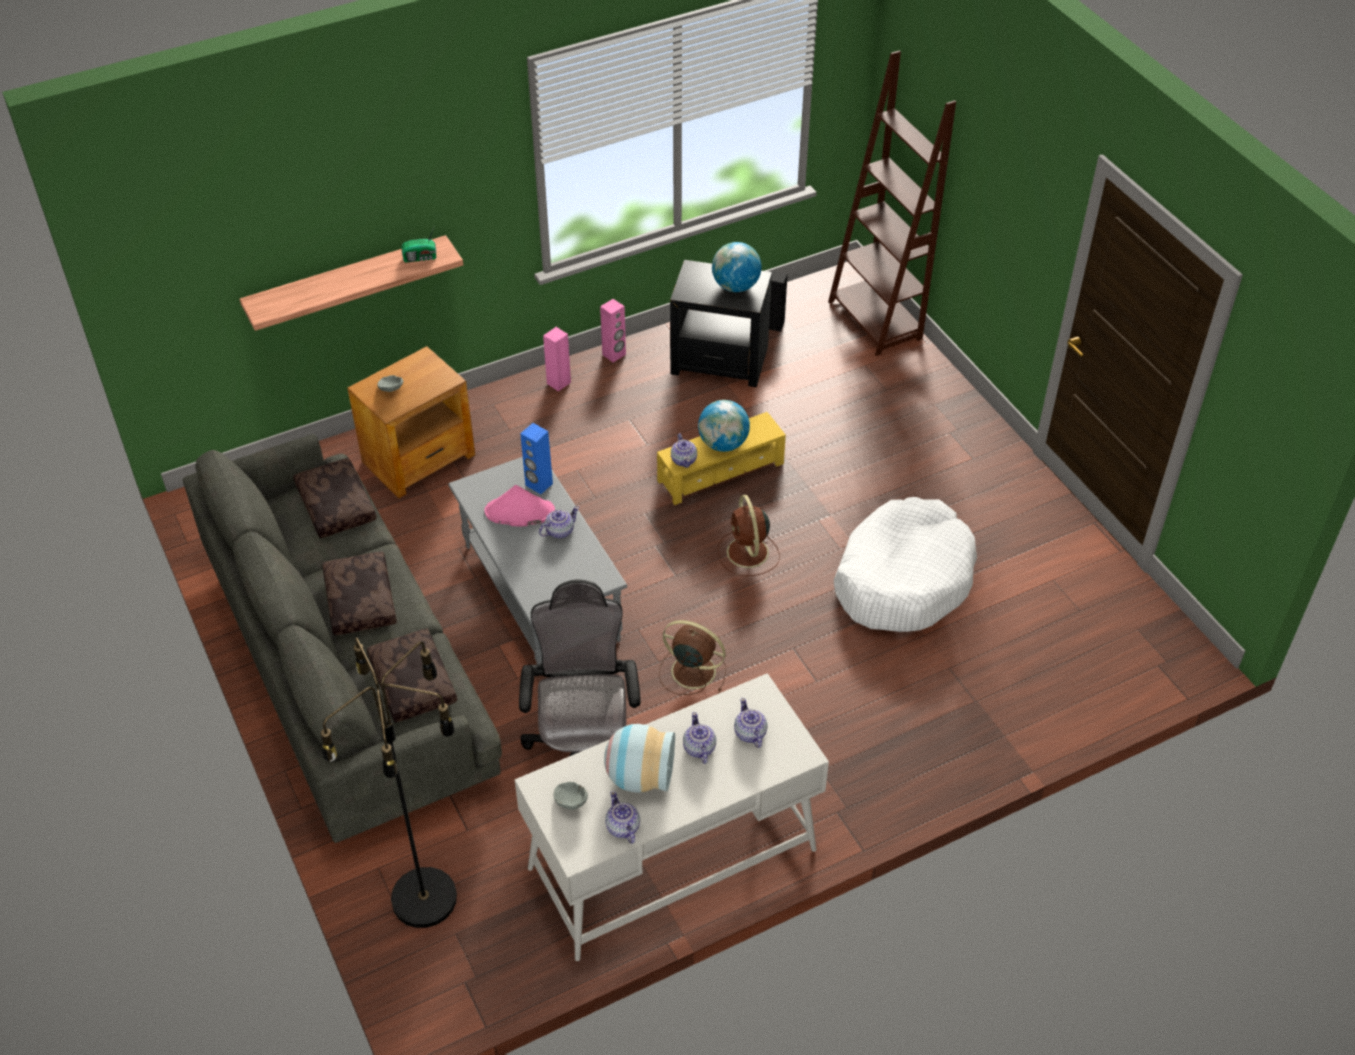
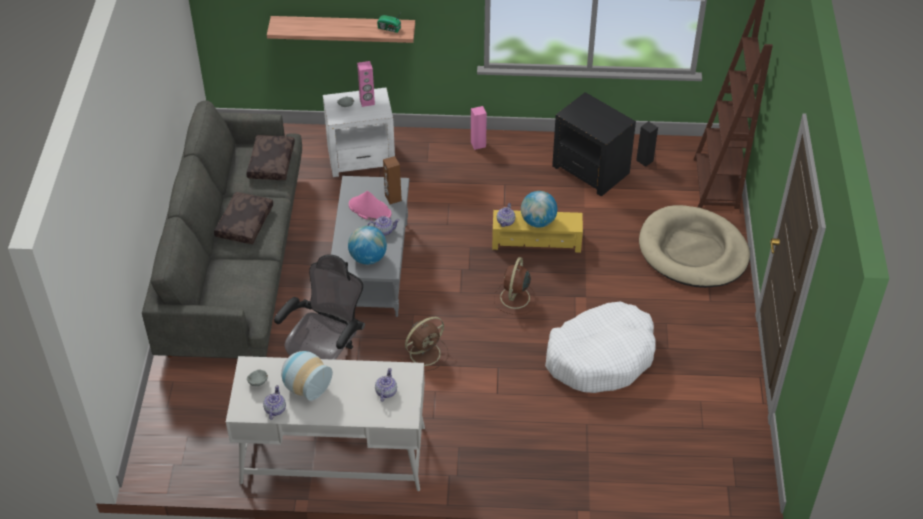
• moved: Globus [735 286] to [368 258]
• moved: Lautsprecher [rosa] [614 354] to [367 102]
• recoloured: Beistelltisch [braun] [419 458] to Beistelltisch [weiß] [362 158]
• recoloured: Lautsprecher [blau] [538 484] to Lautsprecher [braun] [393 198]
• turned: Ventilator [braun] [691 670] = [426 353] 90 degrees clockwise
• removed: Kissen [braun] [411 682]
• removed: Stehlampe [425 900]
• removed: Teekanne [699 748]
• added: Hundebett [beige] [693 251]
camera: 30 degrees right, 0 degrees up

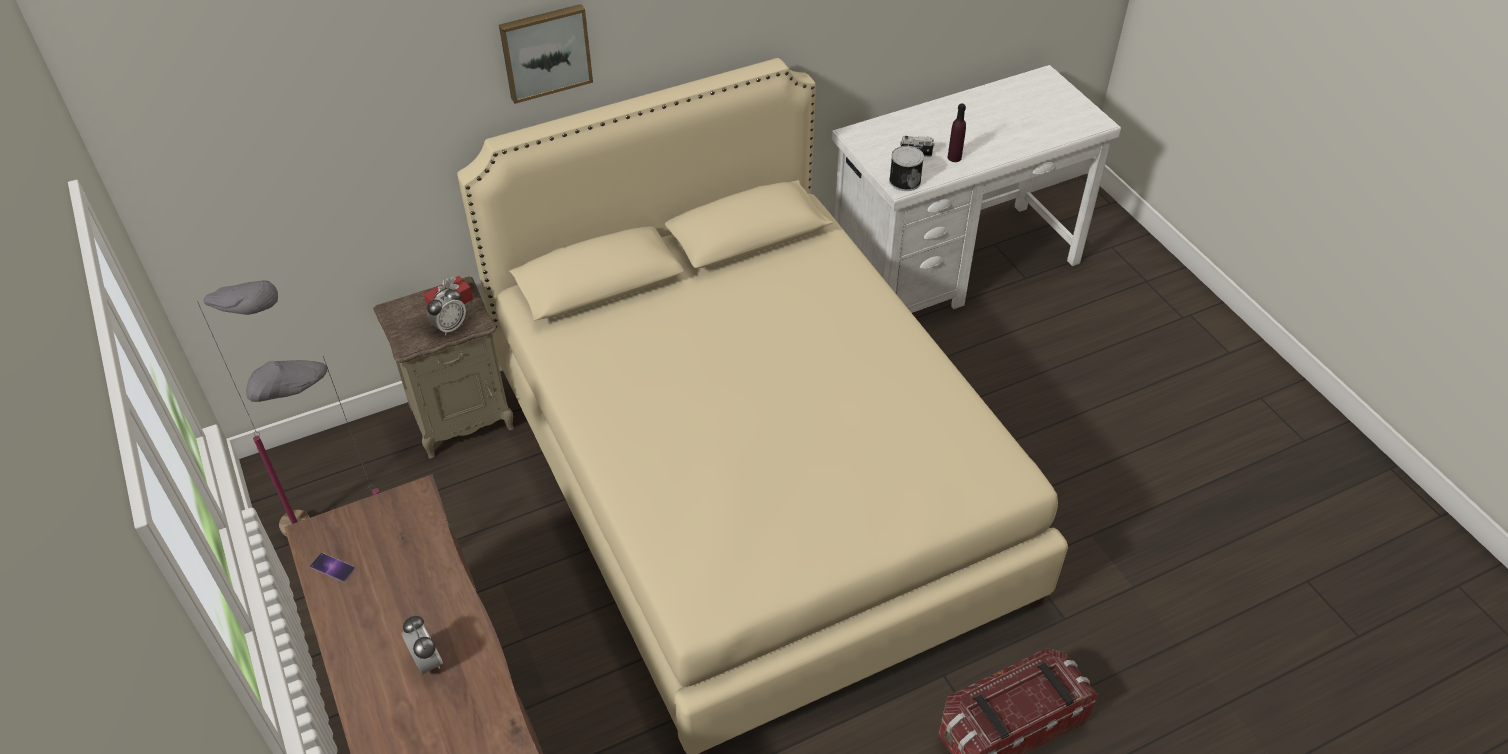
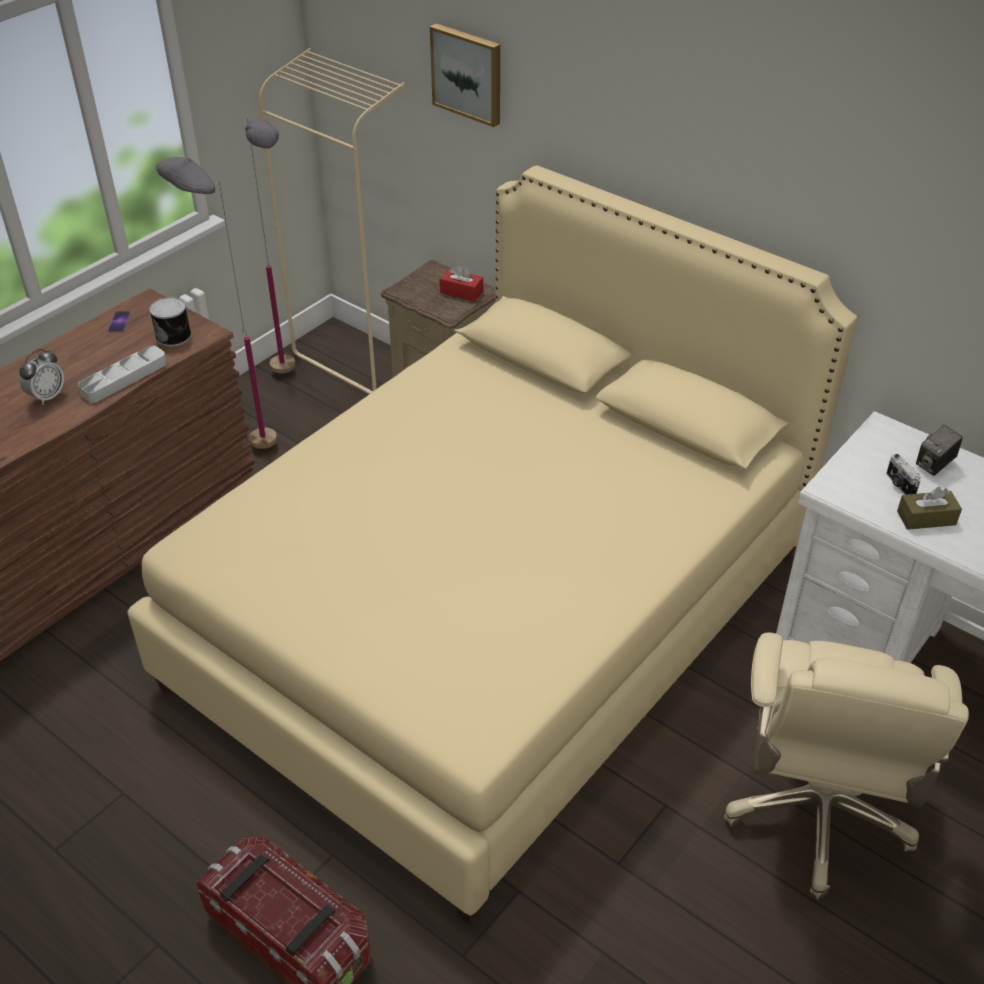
• moved: Bild [545 51] to [468 73]
• replaced: Flasche [lila] [954 157] to Taschentuchbox [braun] [926 518]
• moved: Dose [904 180] to [174 336]
• removed: Wecker [450 327]
• added: Kleiderständer [beige] [355 360]
• added: Tablett [grau] [124 378]
• added: Kamera [934 465]
• added: Bürostuhl [beige] [815 817]
camera: 65 degrees right, 5 degrees down

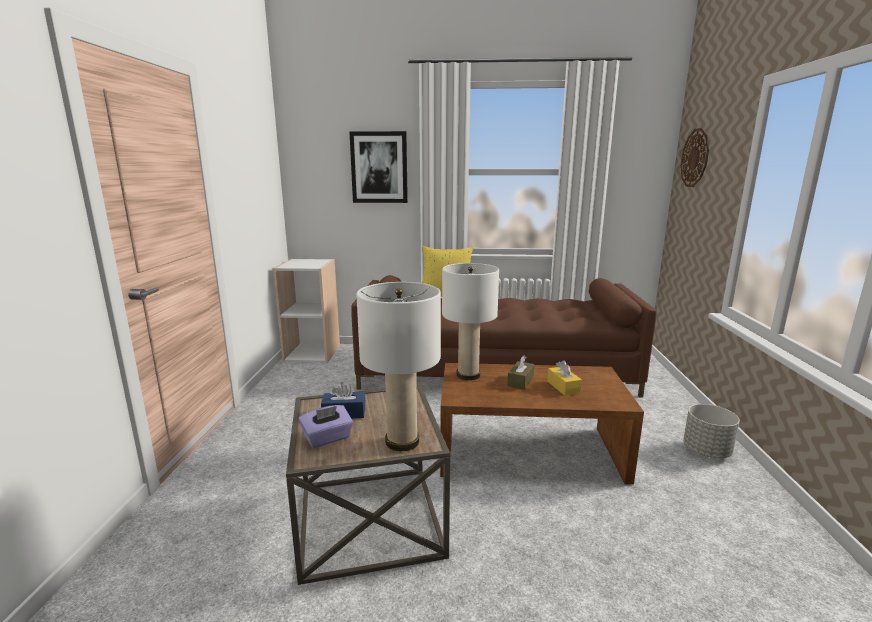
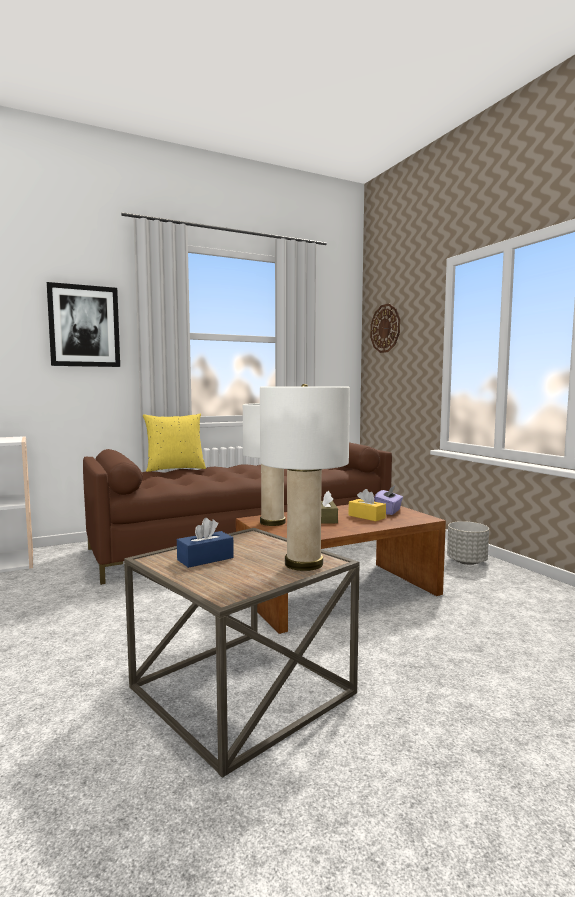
• moved: Taschentuchbox [lila] [327 438] to [388 511]
camera: 30 degrees left, 10 degrees down

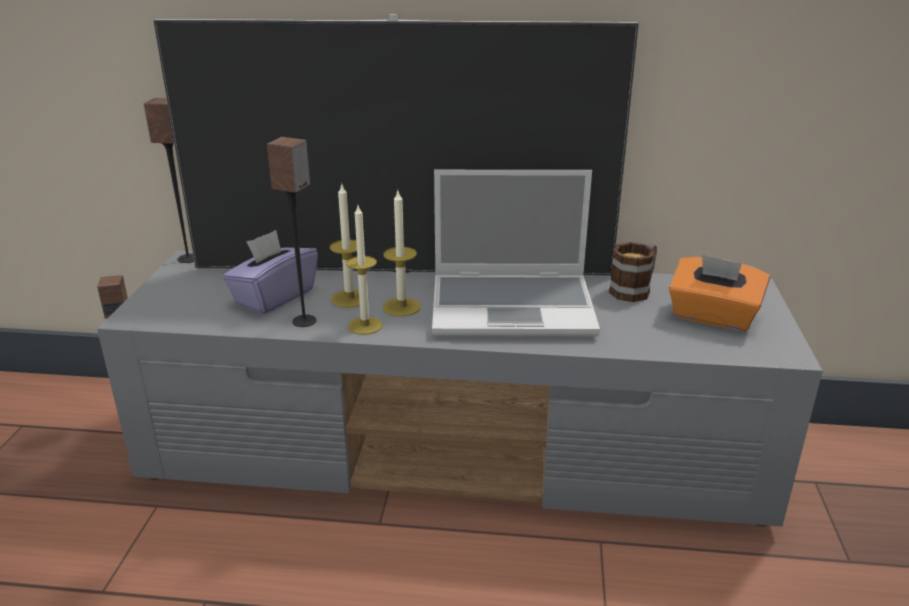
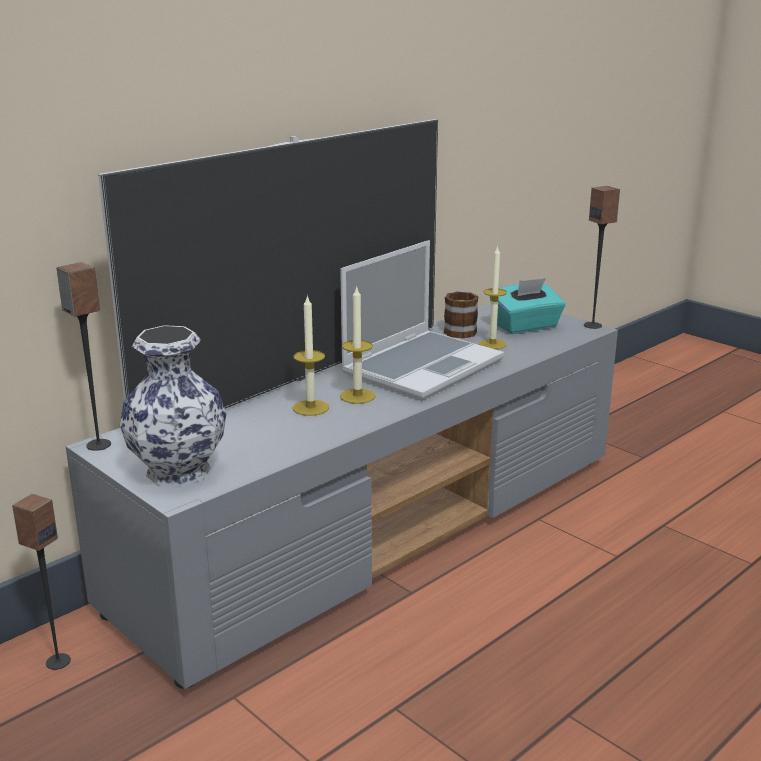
• moved: Lautsprecher [304 321] to [593 325]
• moved: Kerze [365 326] to [492 344]
• removed: Taschentuchbox [lila] [274 297]
• recoloured: Taschentuchbox [orange] [712 317] to Taschentuchbox [türkis] [526 327]
• added: Vase [179 472]
camera: 50 degrees left, 5 degrees down

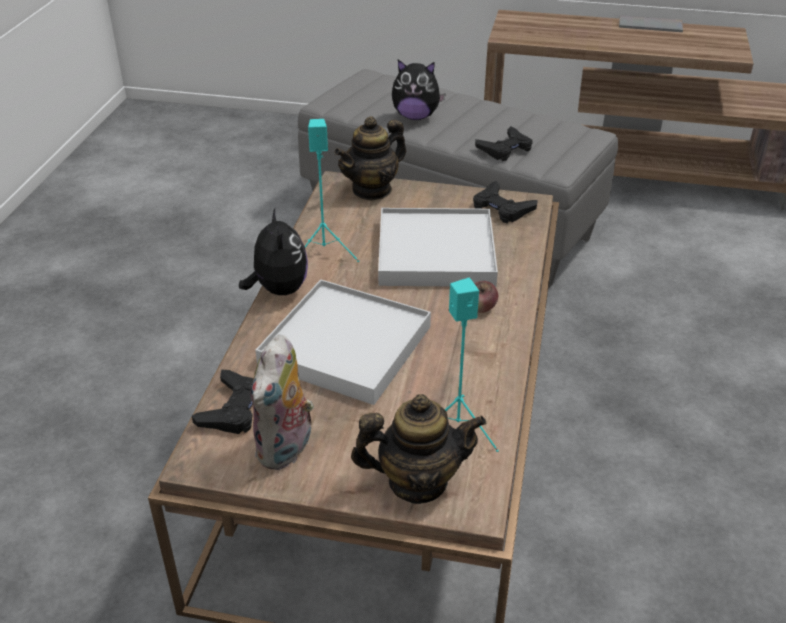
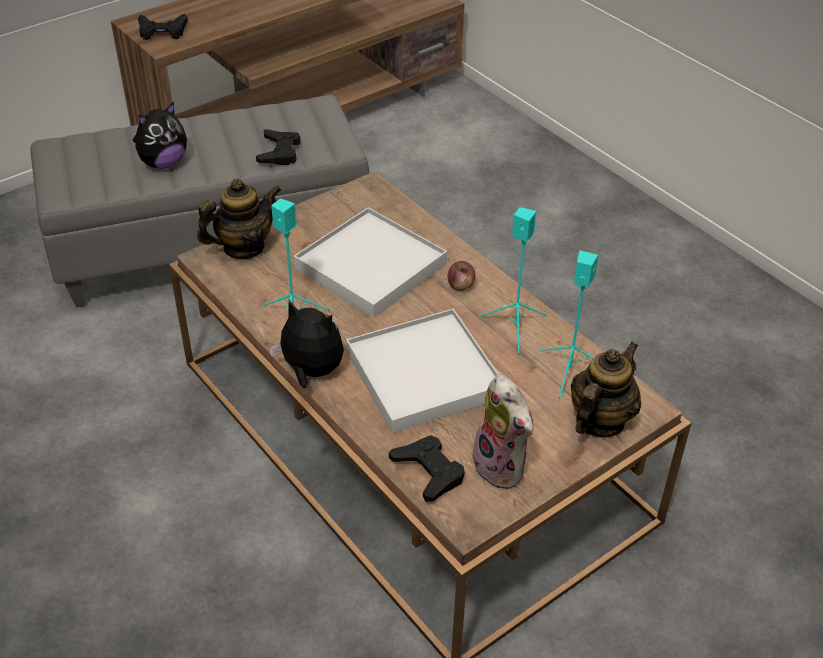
• turned: Teekanne [372 190] = [243 247] 120 degrees counterclockwise
• moved: Gamepad [schwarz] [502 208] to [162 31]
• added: Lautsprecher [türkis] [515 328]
camera: 50 degrees left, 5 degrees up

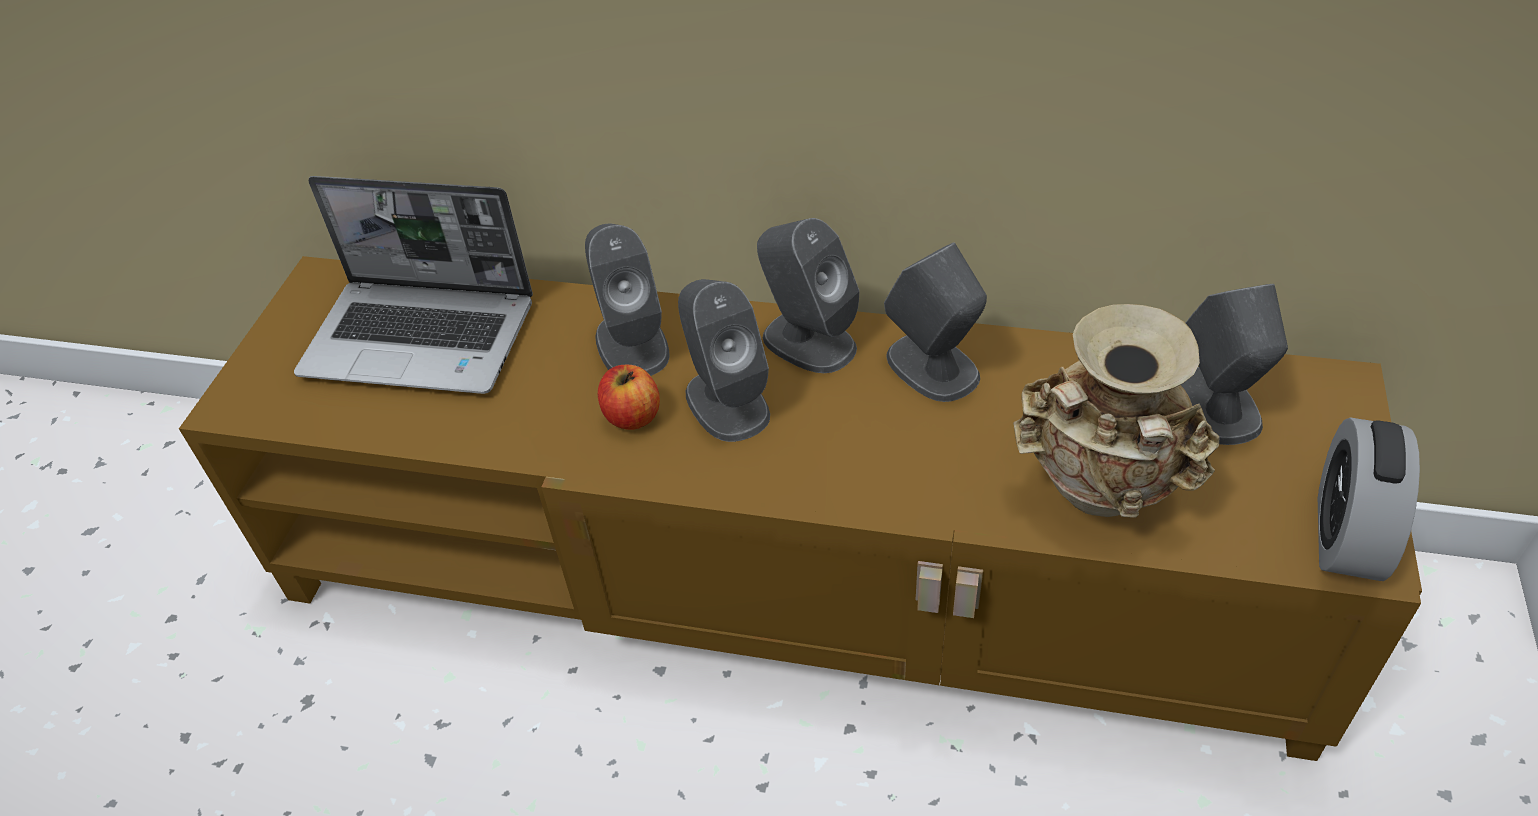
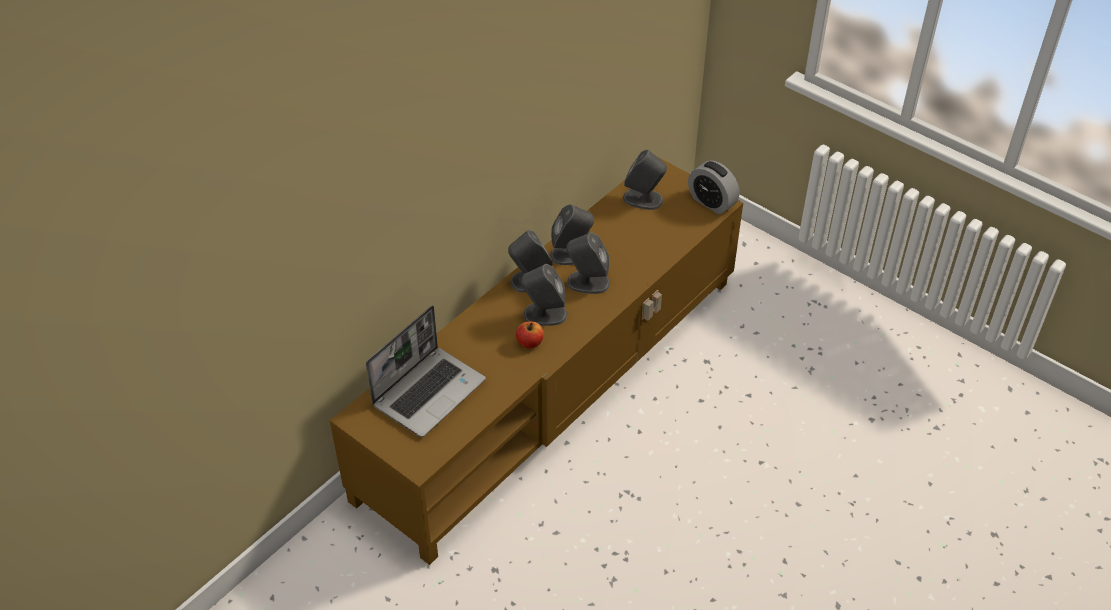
• moved: Lautsprecher [grau] [631 344] to [587 282]
• removed: Vase [beige] [1100 494]
camera: 65 degrees left, 0 degrees up

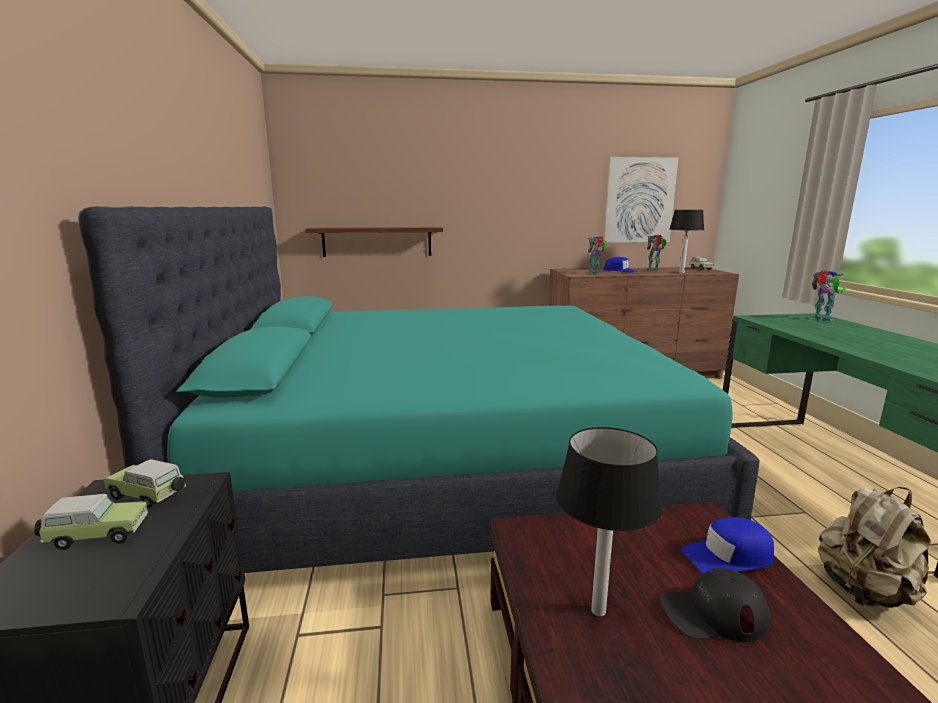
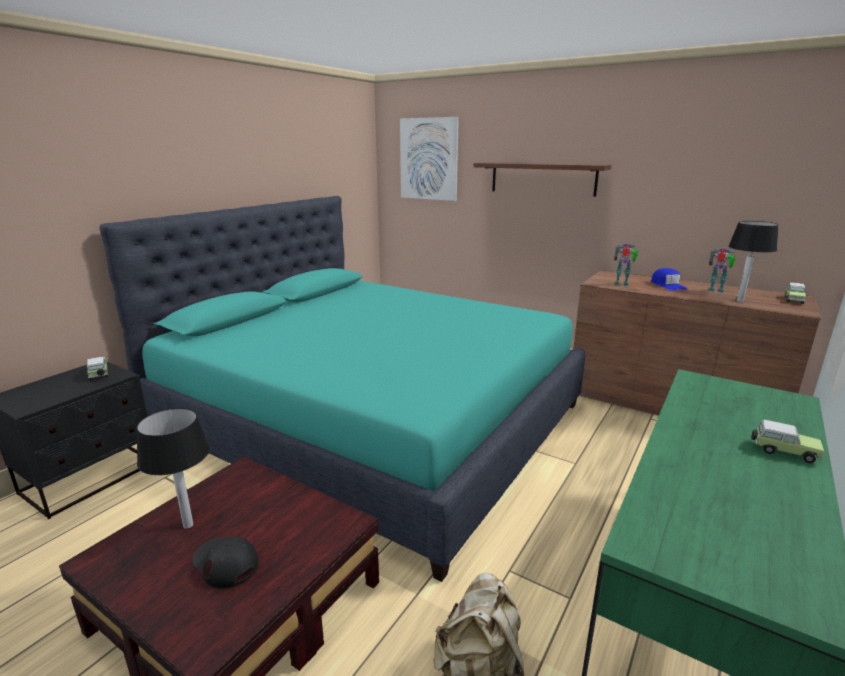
• moved: Bild [639 200] to [428 159]
• moved: Wandregal [377 241] to [542 178]
• removed: Spielzeugroboter [822 319]
• moved: Spielzeugauto [95 536] to [782 451]
• removed: Kappe [blau] [728 557]
camera: 40 degrees right, 5 degrees up

